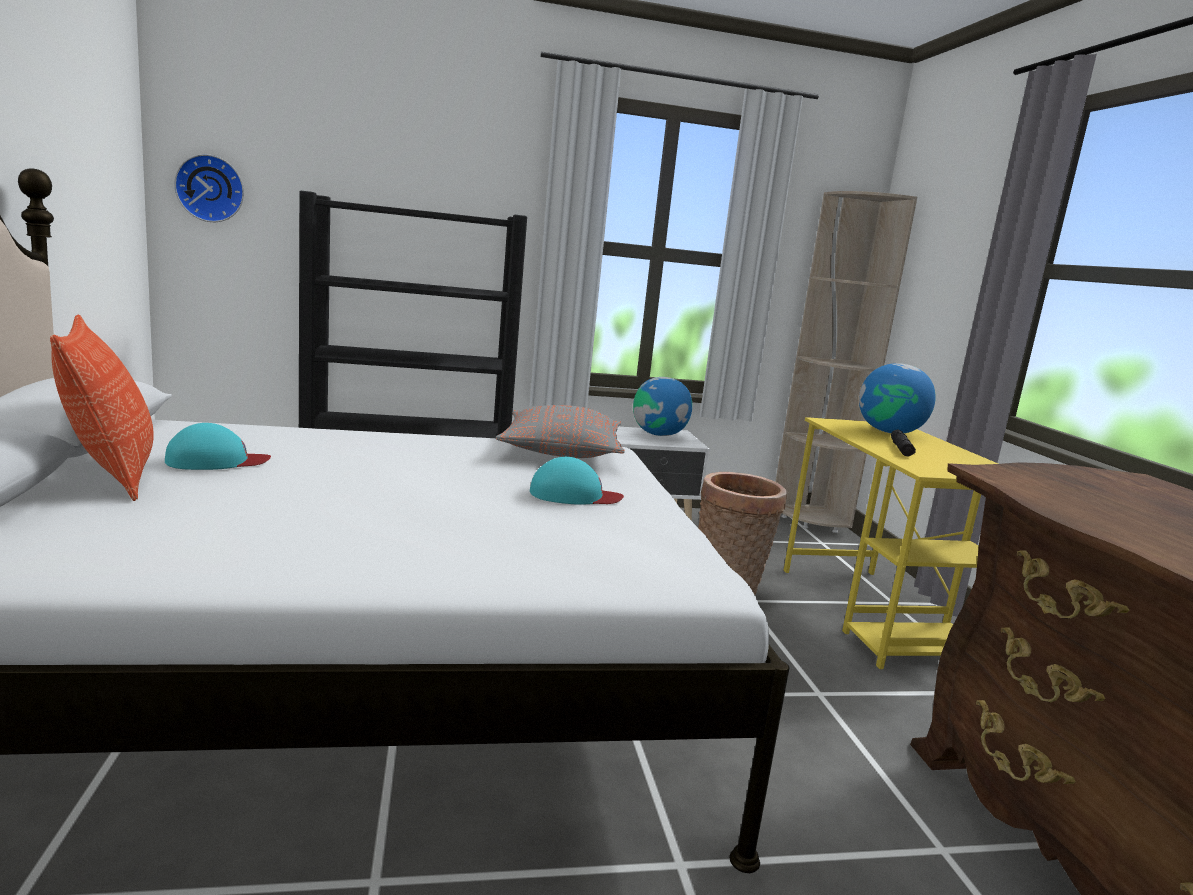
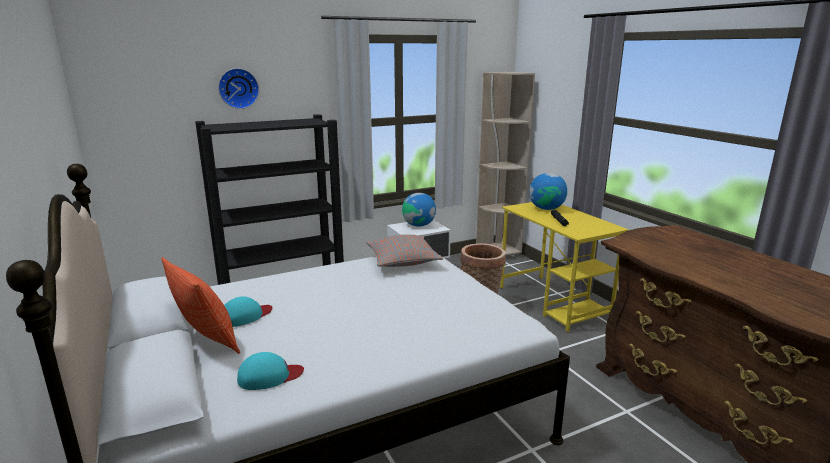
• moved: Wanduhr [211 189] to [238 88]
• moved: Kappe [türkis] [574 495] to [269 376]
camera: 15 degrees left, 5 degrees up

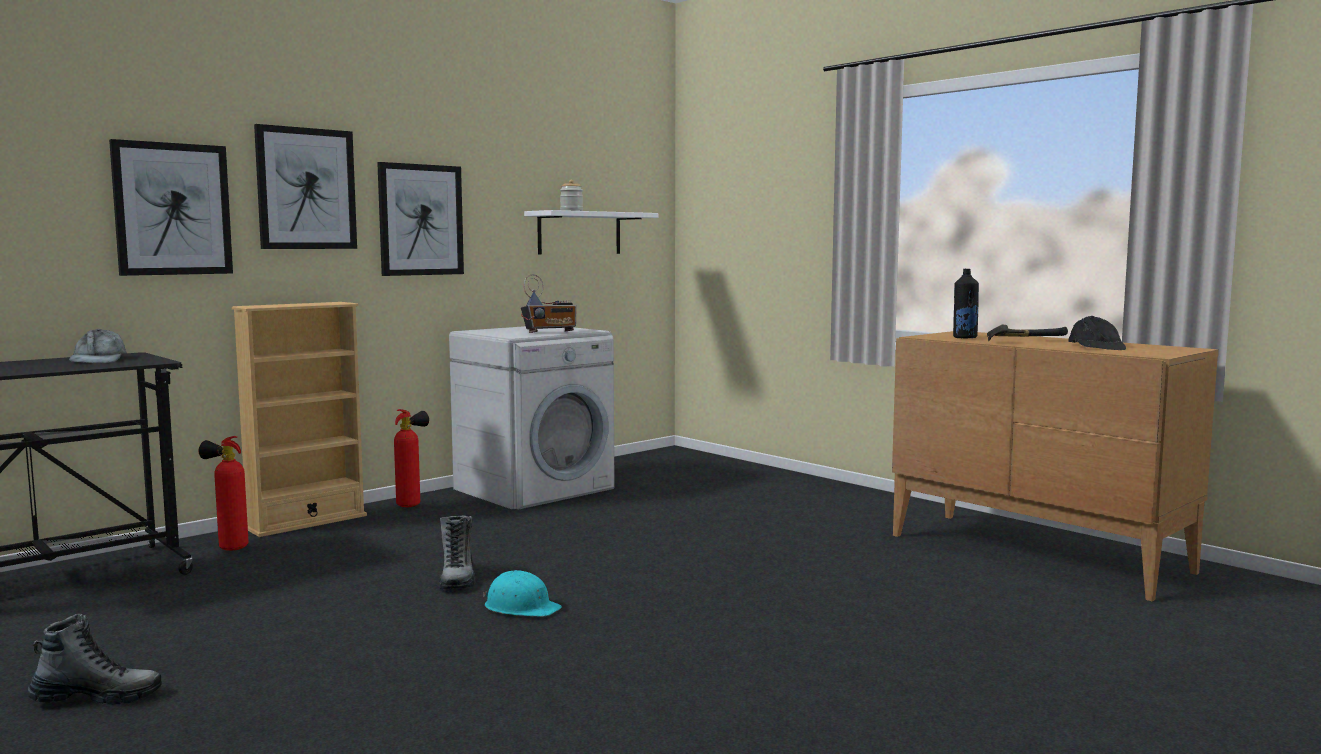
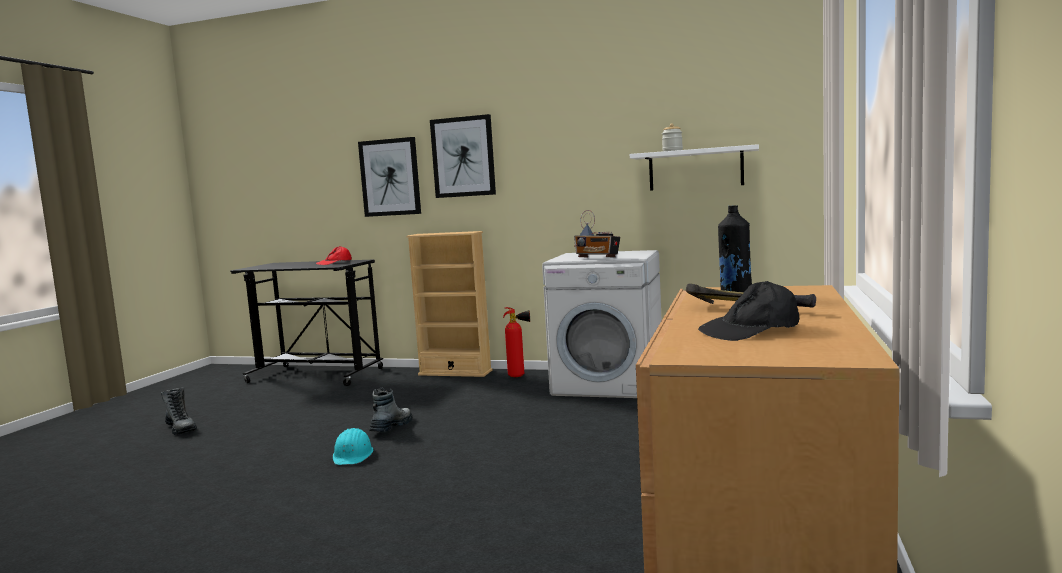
• removed: Bild [420 220]
• recoloured: Kappe [grau] [98 360] to Kappe [rot] [334 263]
• removed: Feuerlöscher [228 548]
• turned: Stiefel [458 579] = [391 427] 150 degrees clockwise
camera: 60 degrees right, 0 degrees up

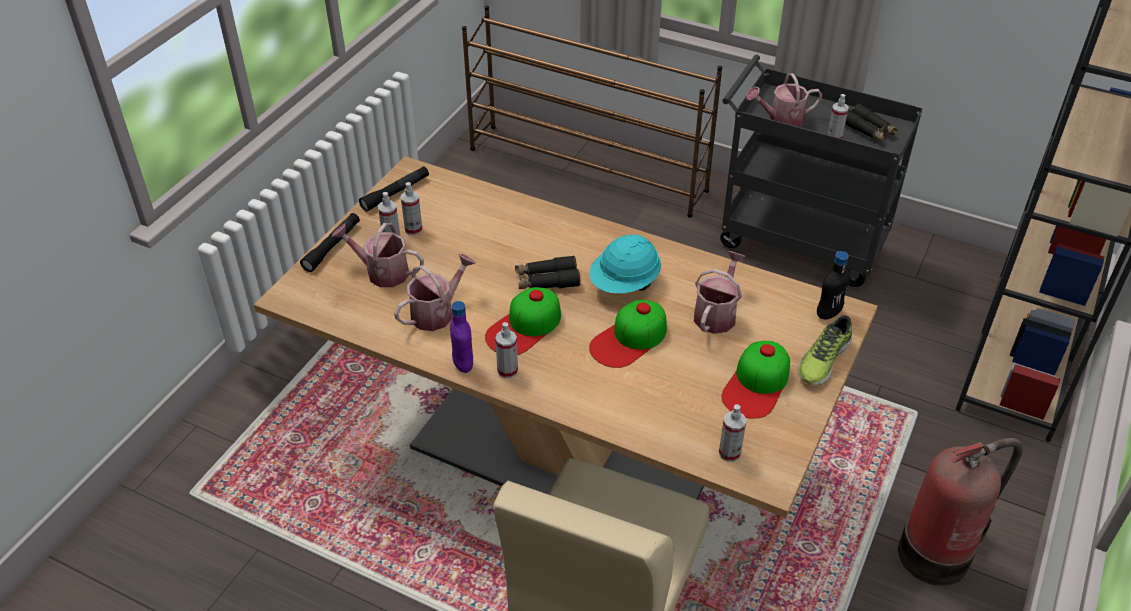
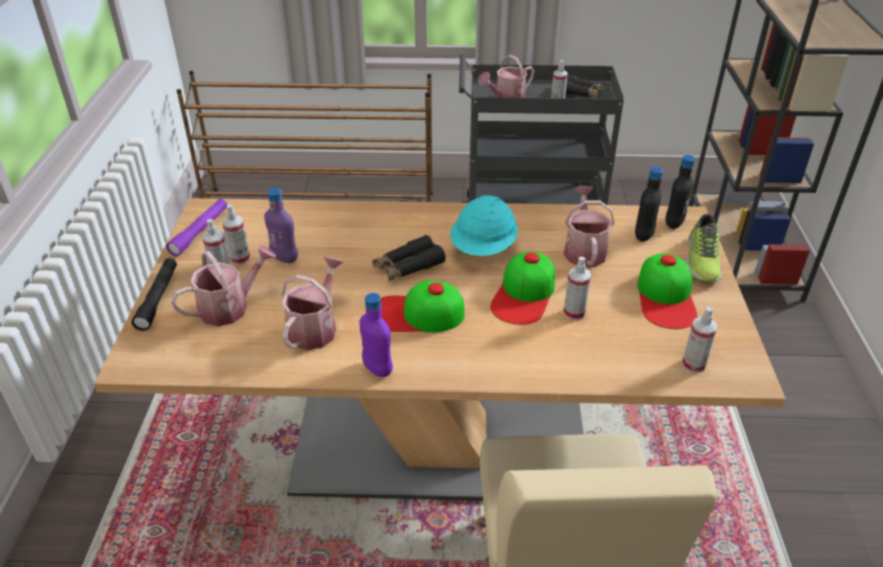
• recoloured: Taschenlampe [schwarz] [395 193] to Taschenlampe [lila] [200 232]
• turned: Gießkanne [382 272] = [230 307] 150 degrees clockwise
• turned: Kappe [524 327] = [416 314] 75 degrees clockwise
• moved: Sprühflasche [507 370] to [574 313]
• removed: Feuerlöscher [938 553]
• added: Flasche [schwarz] [643 235]
• added: Flasche [lila] [284 258]
camera: 25 degrees left, 5 degrees down

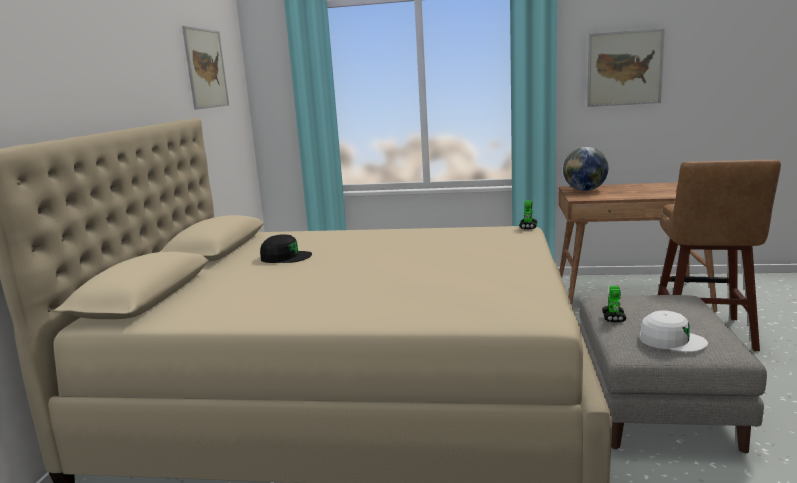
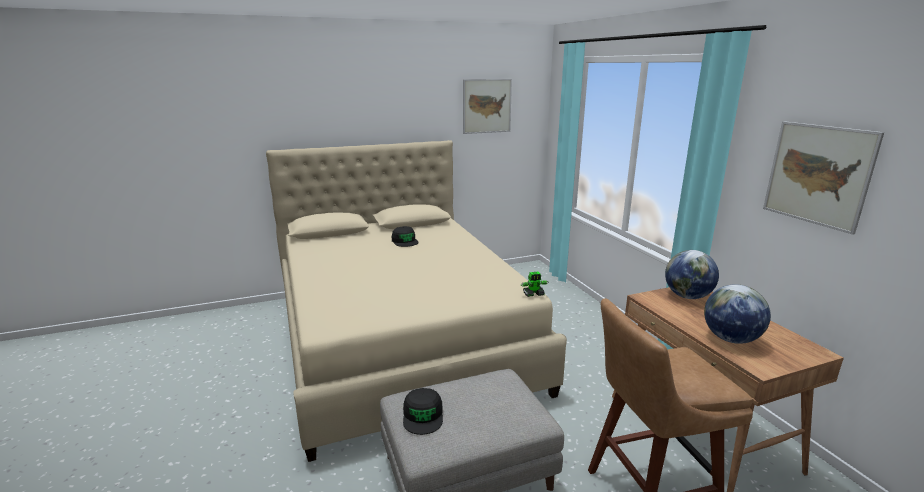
• removed: Spielzeugroboter [613 317]
• recoloured: Kappe [weiß] [671 340] to Kappe [schwarz] [423 415]
• added: Globus [730 339]
camera: 60 degrees right, 5 degrees up

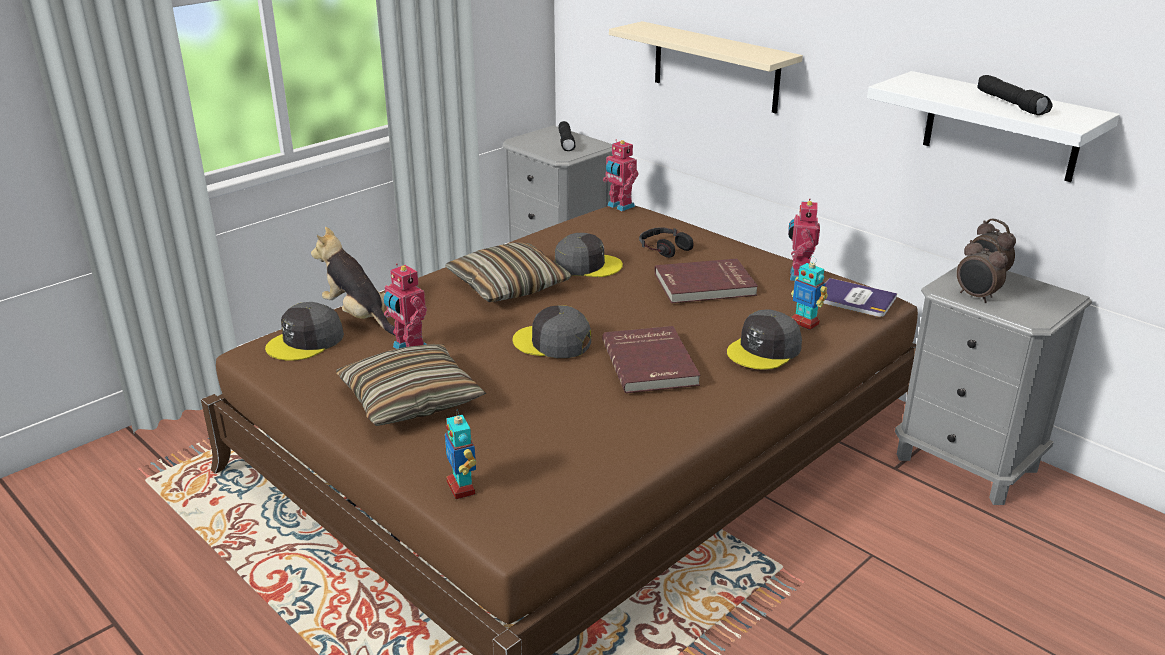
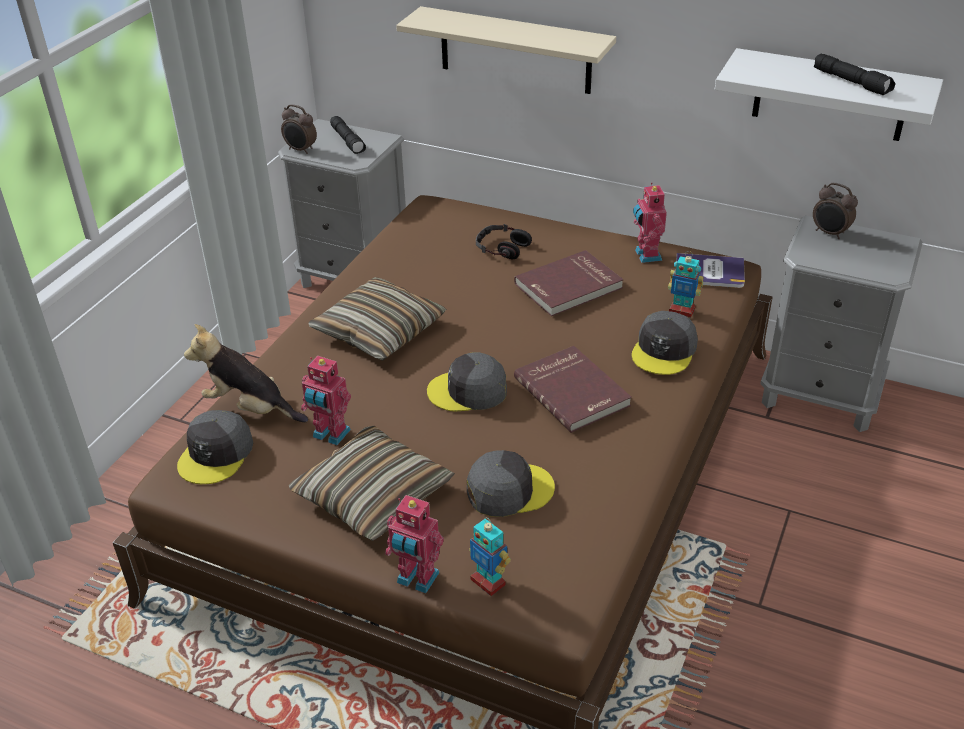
• moved: Spielzeugroboter [619 206] to [416 580]
• moved: Kappe [grau] [587 265] to [509 490]
• moved: Wecker [976 296] to [301 150]
camera: 20 degrees left, 10 degrees up

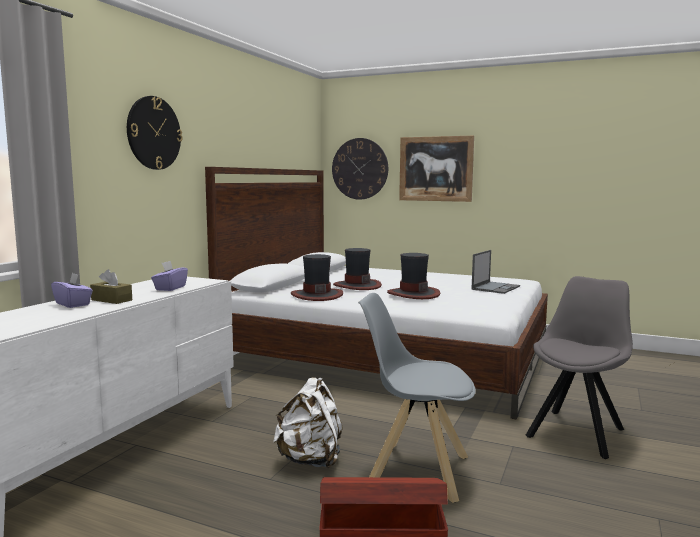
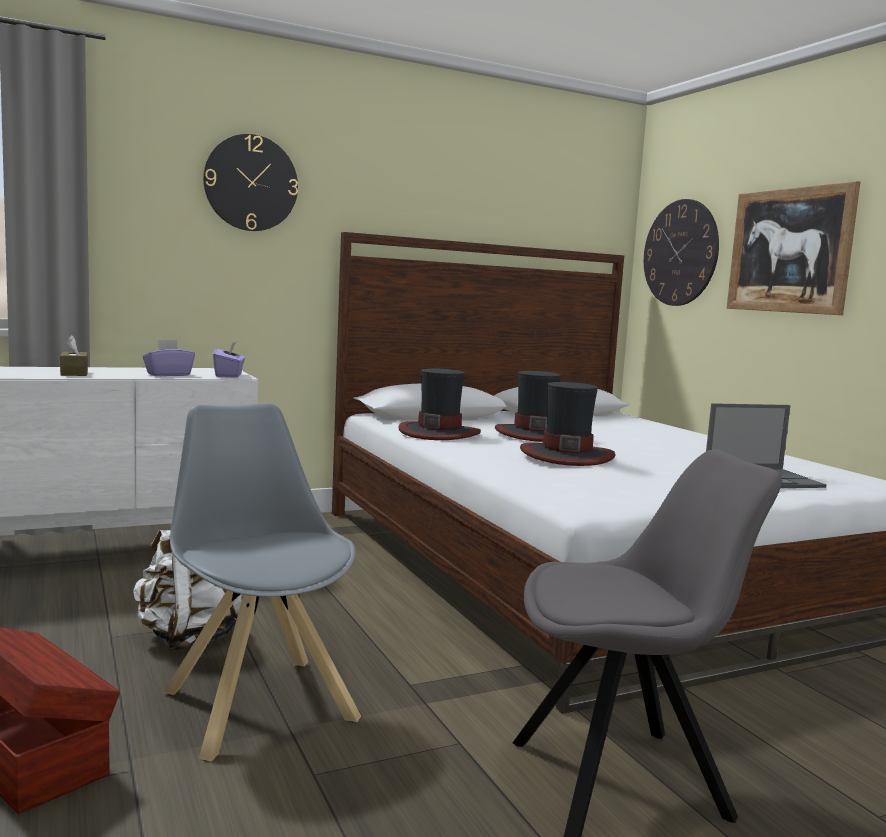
• moved: Taschentuchbox [lila] [73 304] to [229 375]
camera: 40 degrees right, 0 degrees up

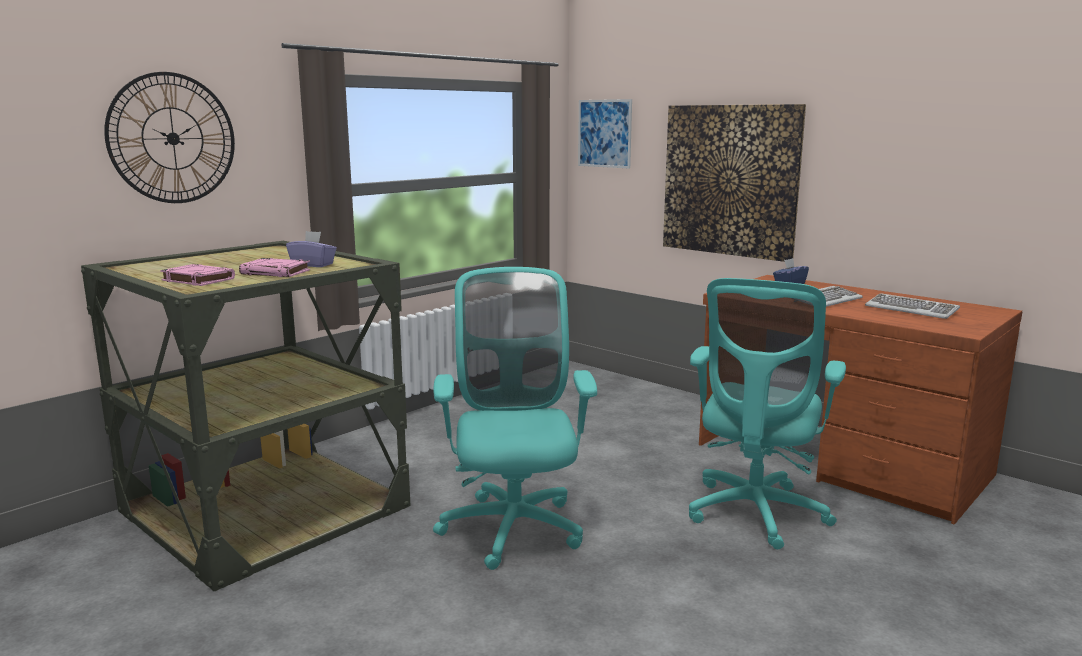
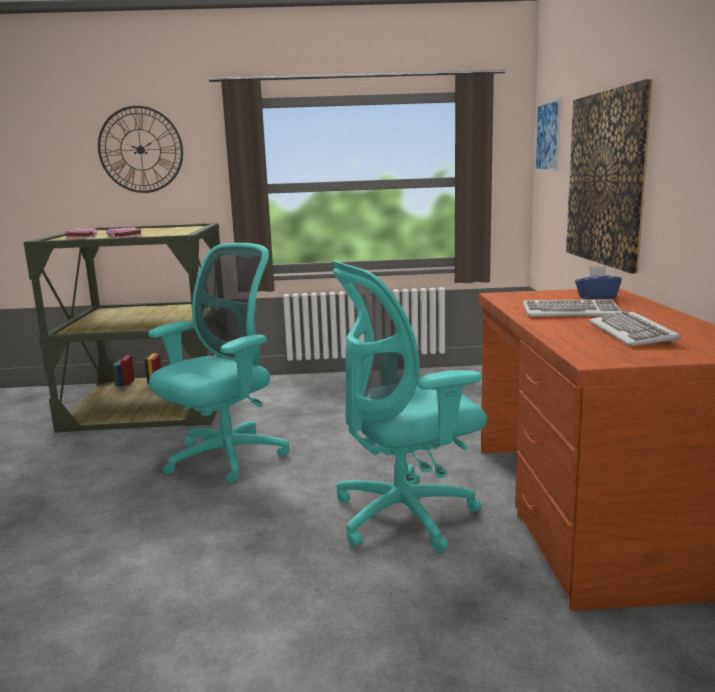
• removed: Taschentuchbox [lila] [313 265]
camera: 45 degrees right, 0 degrees up

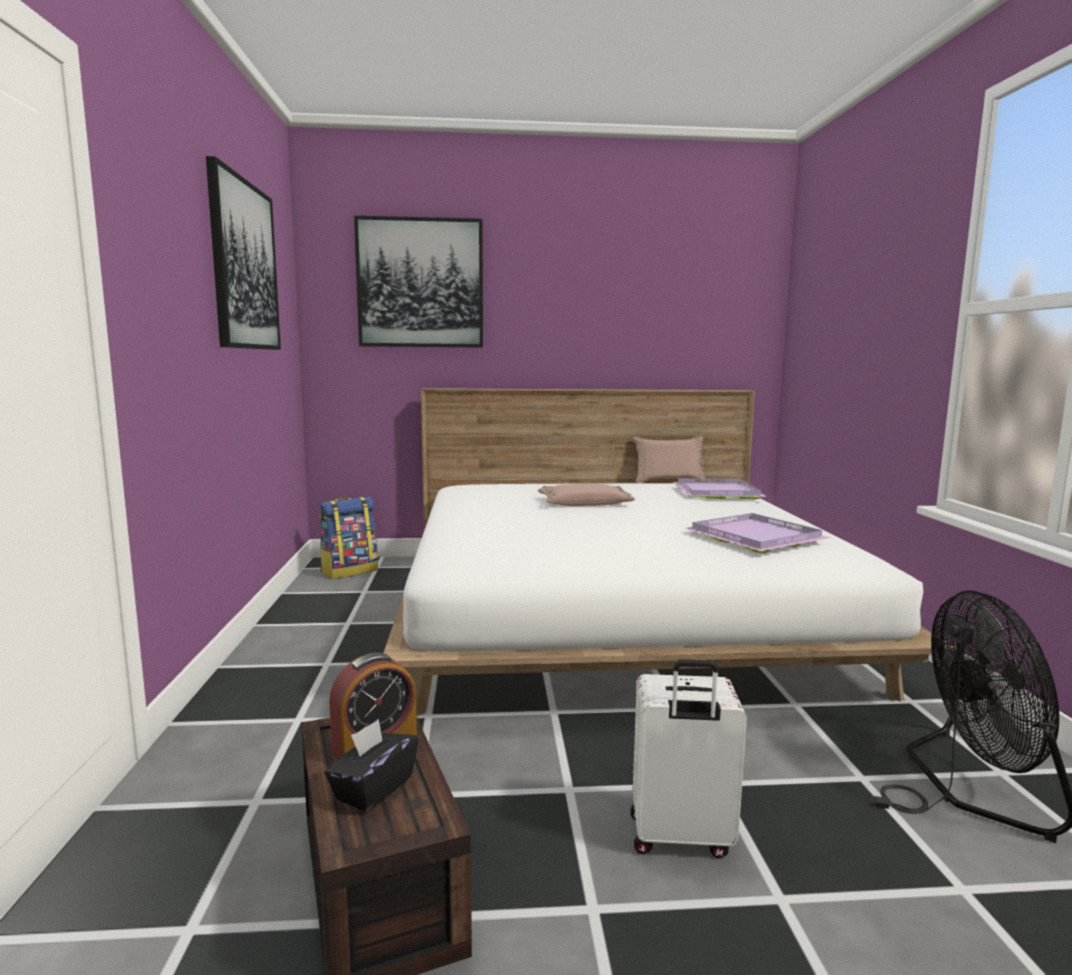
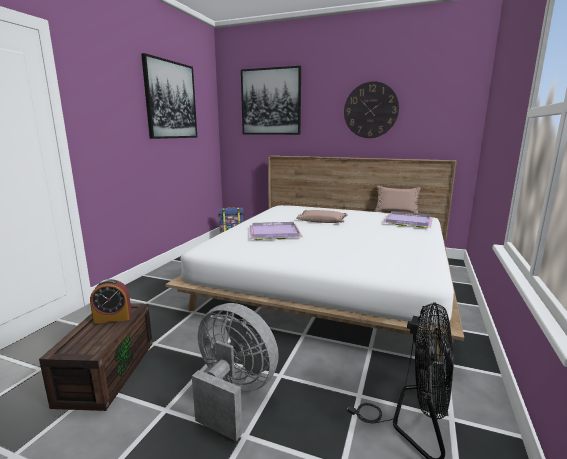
• moved: Tablett [lila] [755 538] to [273 233]
• replaced: Koffer [weiß] [680 838] to Ventilator [grau] [233 394]
• removed: Taschentuchbox [schwarz] [373 788]
• added: Wanduhr [370 110]
camera: 25 degrees right, 5 degrees up

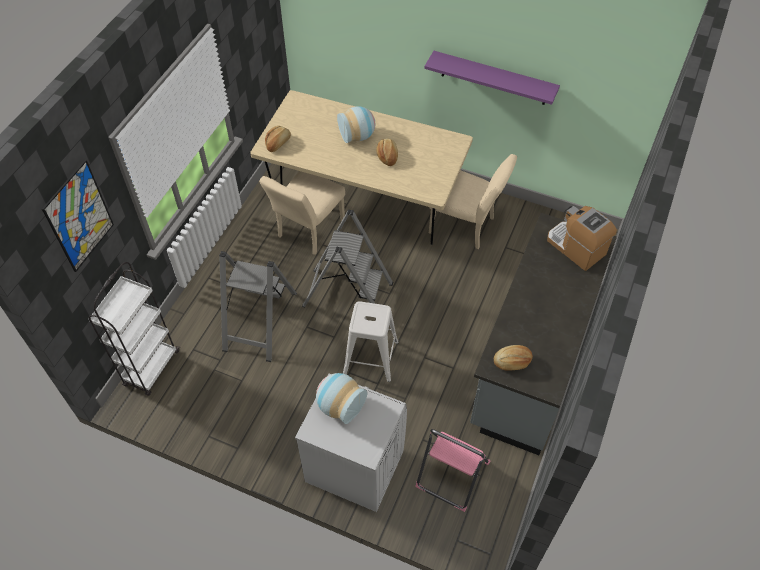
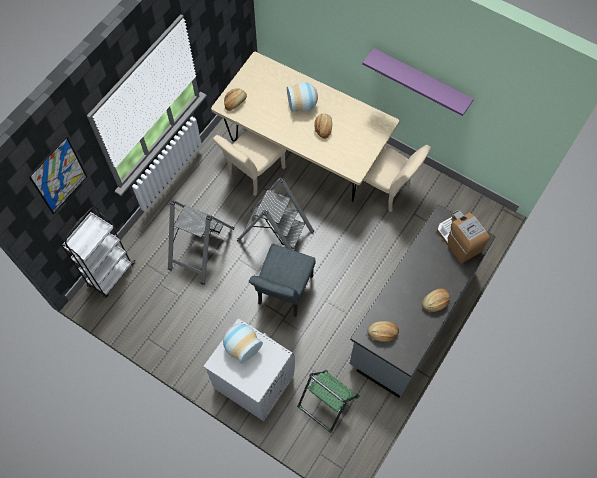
• replaced: Hocker [weiß] [370 357] to Stuhl [grau] [283 294]
• recoloured: Trittleiter [rosa] [450 476] to Trittleiter [grün] [326 402]
• added: Brot [435 302]
camera: 10 degrees right, 10 degrees up

